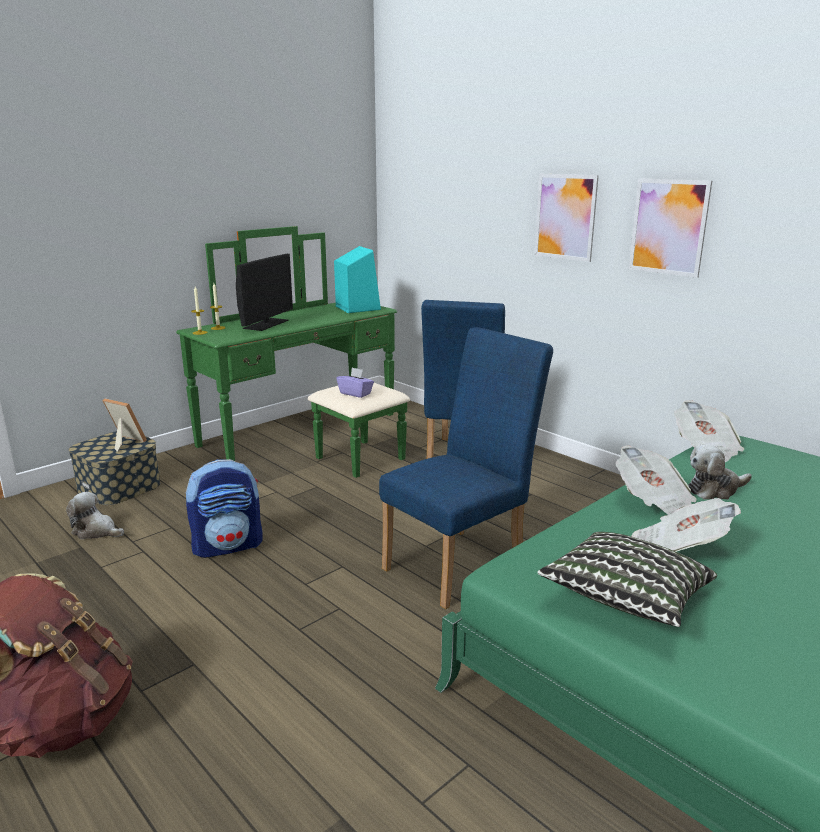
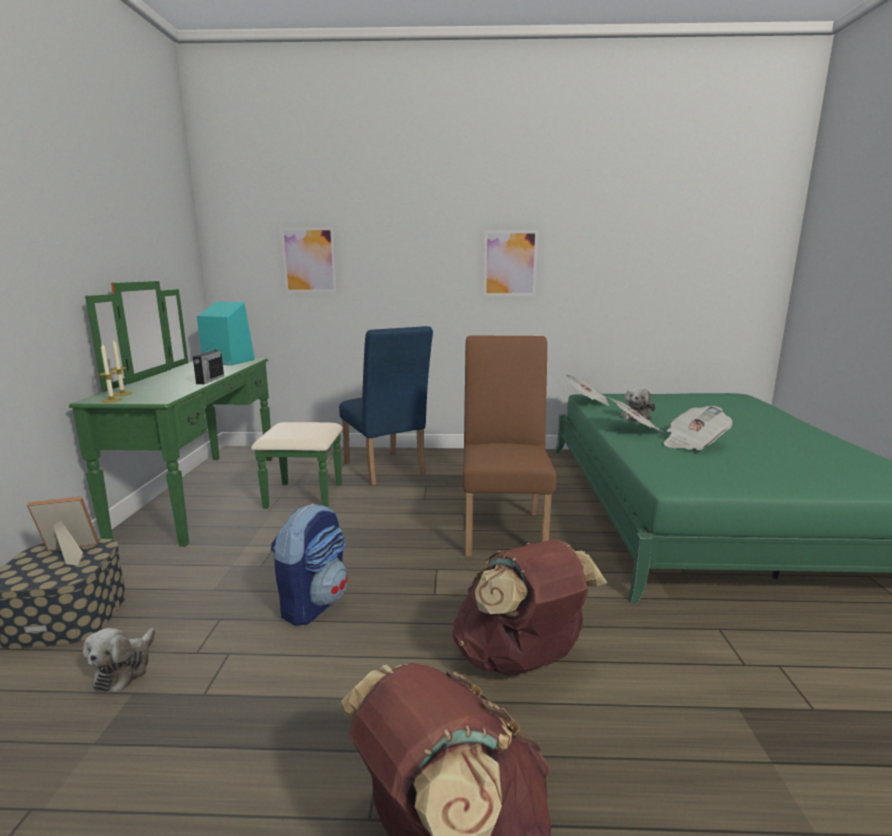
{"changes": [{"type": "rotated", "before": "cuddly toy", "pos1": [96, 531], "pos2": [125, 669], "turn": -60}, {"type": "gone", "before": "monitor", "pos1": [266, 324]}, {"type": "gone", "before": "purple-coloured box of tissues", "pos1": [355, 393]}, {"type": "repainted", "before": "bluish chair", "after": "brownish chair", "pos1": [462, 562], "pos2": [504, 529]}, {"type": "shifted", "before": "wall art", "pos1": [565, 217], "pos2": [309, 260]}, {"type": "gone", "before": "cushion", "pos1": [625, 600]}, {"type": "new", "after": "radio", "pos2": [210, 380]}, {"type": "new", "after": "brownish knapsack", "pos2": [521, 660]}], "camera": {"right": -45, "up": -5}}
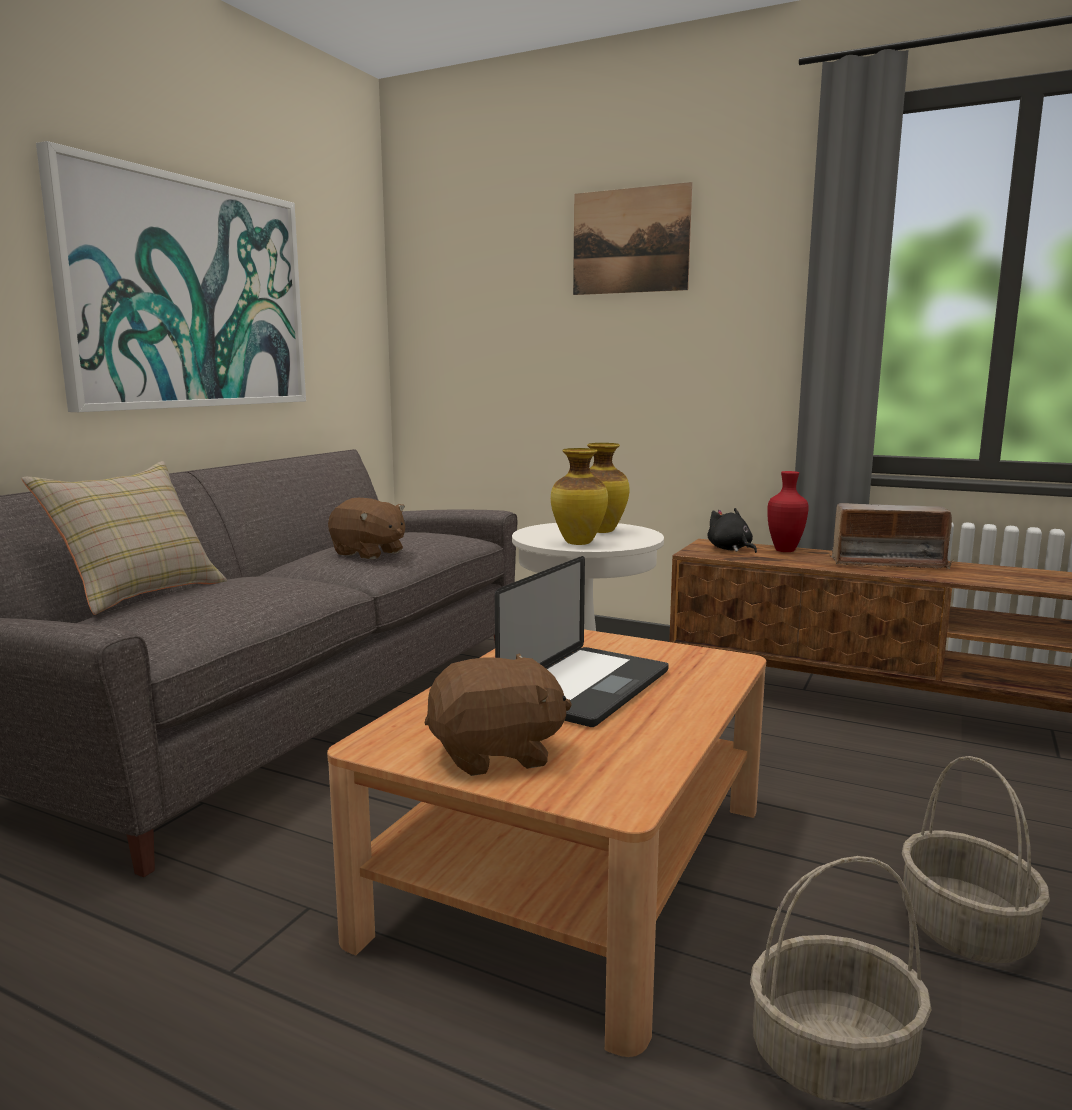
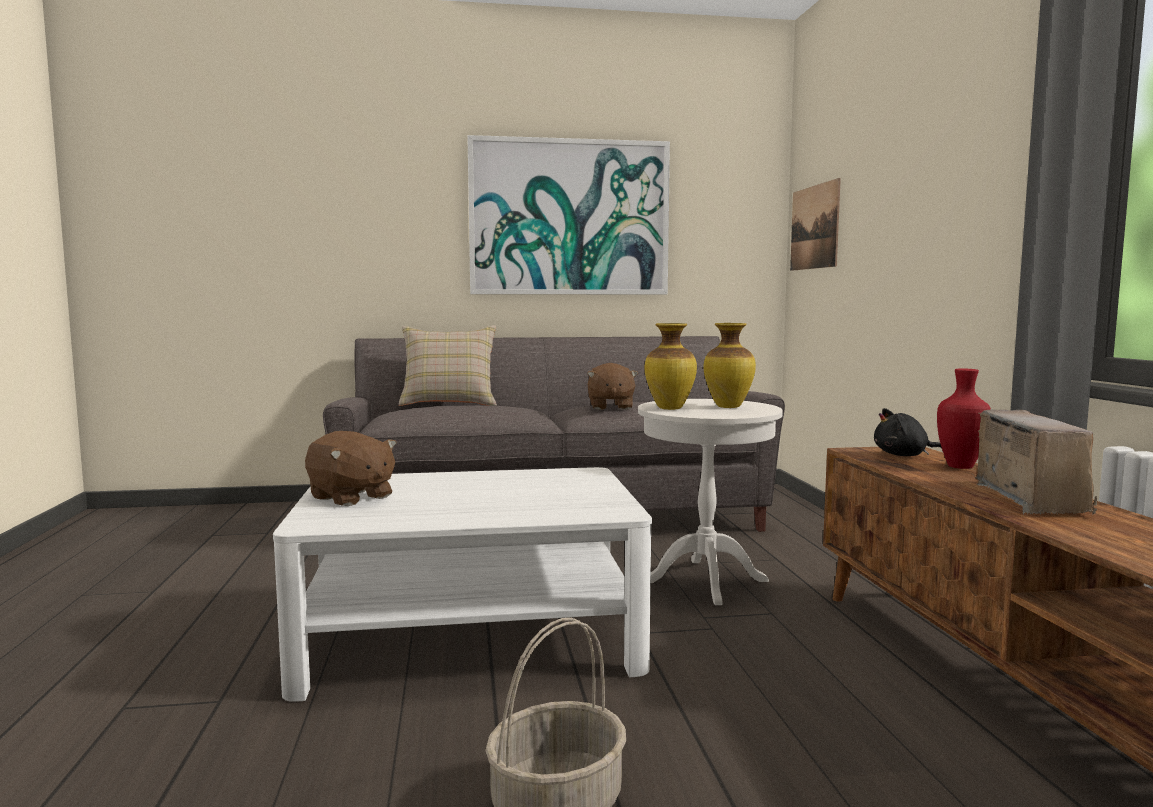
{"changes": [{"type": "repainted", "before": "brownish coffee table", "after": "whitish coffee table", "pos1": [573, 866], "pos2": [470, 634]}, {"type": "gone", "before": "laptop", "pos1": [586, 688]}, {"type": "shifted", "before": "wall art", "pos1": [630, 241], "pos2": [814, 227]}, {"type": "rotated", "before": "blackish cuddly toy", "pos1": [730, 549], "pos2": [904, 455], "turn": -120}, {"type": "gone", "before": "storage basket", "pos1": [831, 1059]}, {"type": "rotated", "before": "radio", "pos1": [887, 564], "pos2": [1026, 497], "turn": -150}], "camera": {"right": 55, "up": -5}}
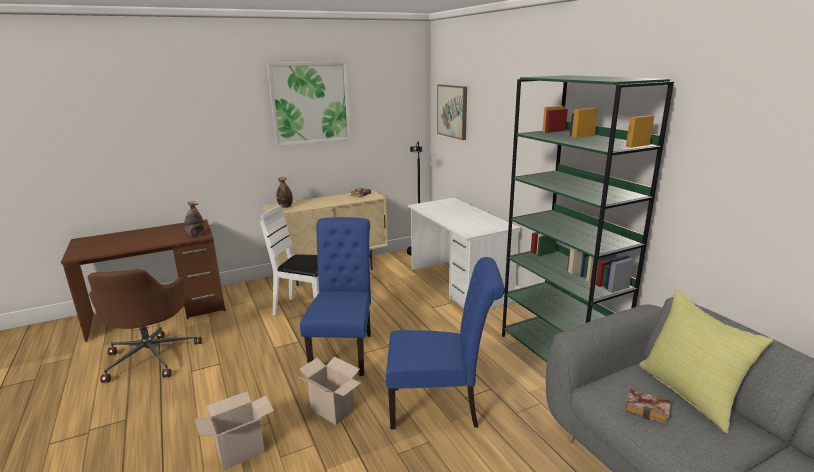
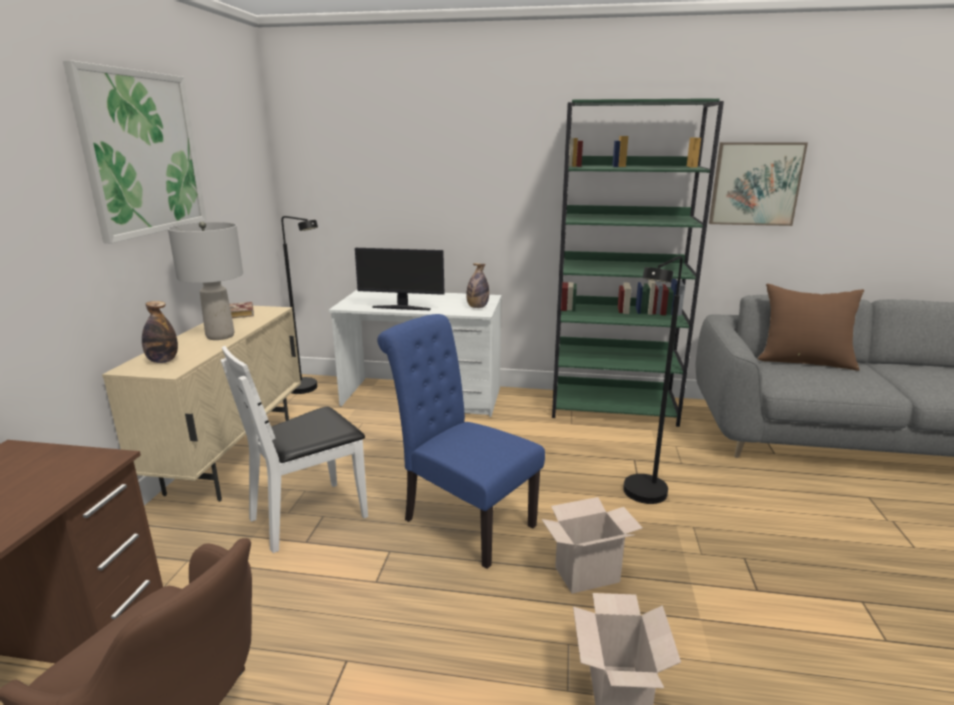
{"changes": [{"type": "shifted", "before": "bottle", "pos1": [195, 235], "pos2": [477, 307]}, {"type": "swapped", "before": "bluish chair", "after": "blackish standing lamp", "pos1": [440, 407], "pos2": [642, 498]}, {"type": "shifted", "before": "wall art", "pos1": [452, 111], "pos2": [755, 184]}, {"type": "gone", "before": "book", "pos1": [649, 409]}, {"type": "repainted", "before": "yellow cushion", "after": "brownish cushion", "pos1": [690, 393], "pos2": [804, 361]}, {"type": "new", "after": "greyish tabletop lamp", "pos2": [221, 336]}, {"type": "new", "after": "monitor", "pos2": [402, 308]}], "camera": {"right": -55, "up": 0}}
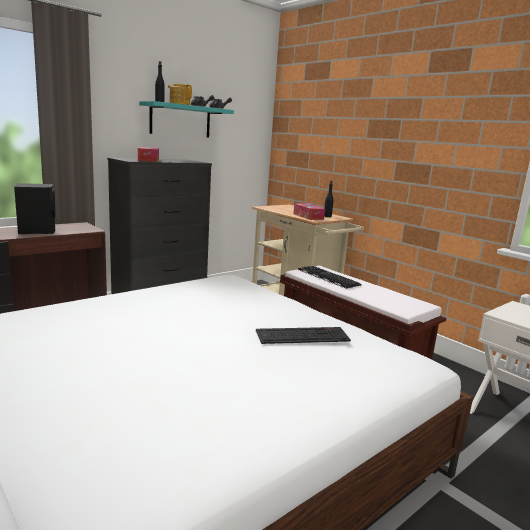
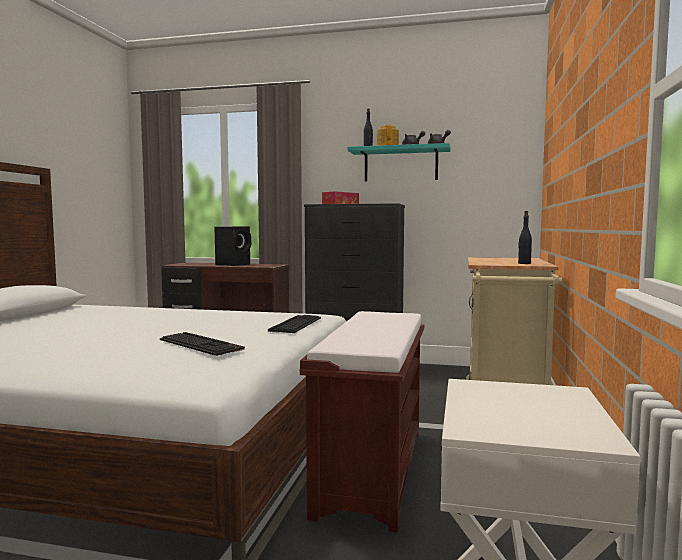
{"changes": [{"type": "gone", "before": "box of tissues", "pos1": [308, 216]}, {"type": "shifted", "before": "computer keyboard", "pos1": [327, 277], "pos2": [295, 324]}], "camera": {"right": 55, "up": -10}}
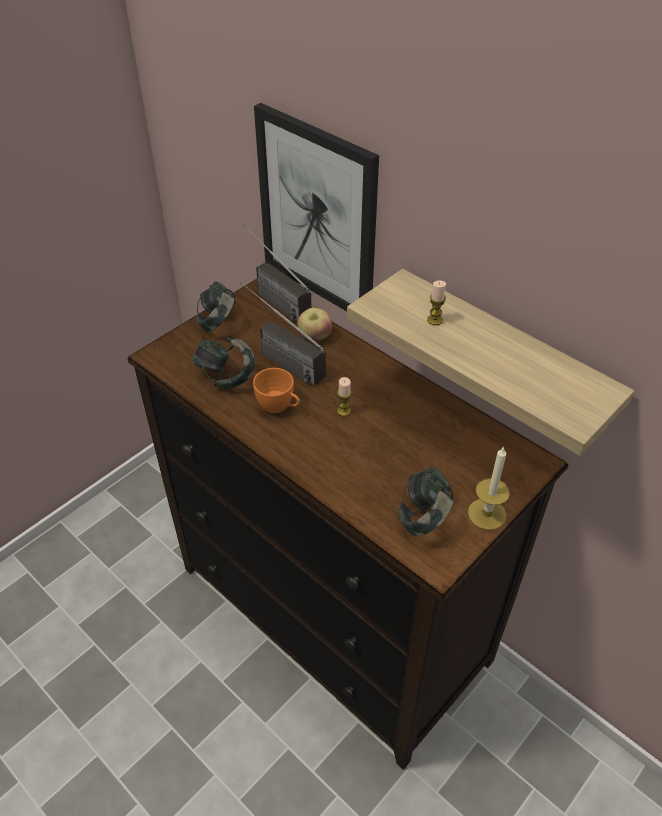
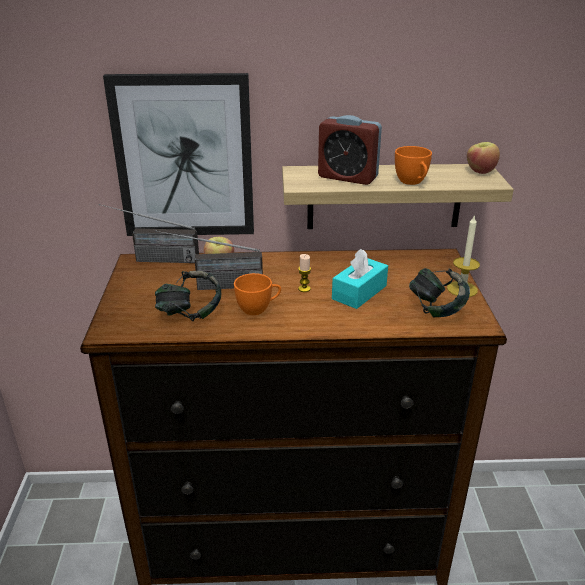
{"changes": [{"type": "gone", "before": "headphones", "pos1": [218, 322]}, {"type": "swapped", "before": "wax light", "after": "alarm clock", "pos1": [435, 320], "pos2": [347, 177]}, {"type": "new", "after": "turquoise box of tissues", "pos2": [359, 292]}, {"type": "new", "after": "orange small cup", "pos2": [412, 182]}, {"type": "new", "after": "apple", "pos2": [480, 171]}], "camera": {"right": -45, "up": -15}}
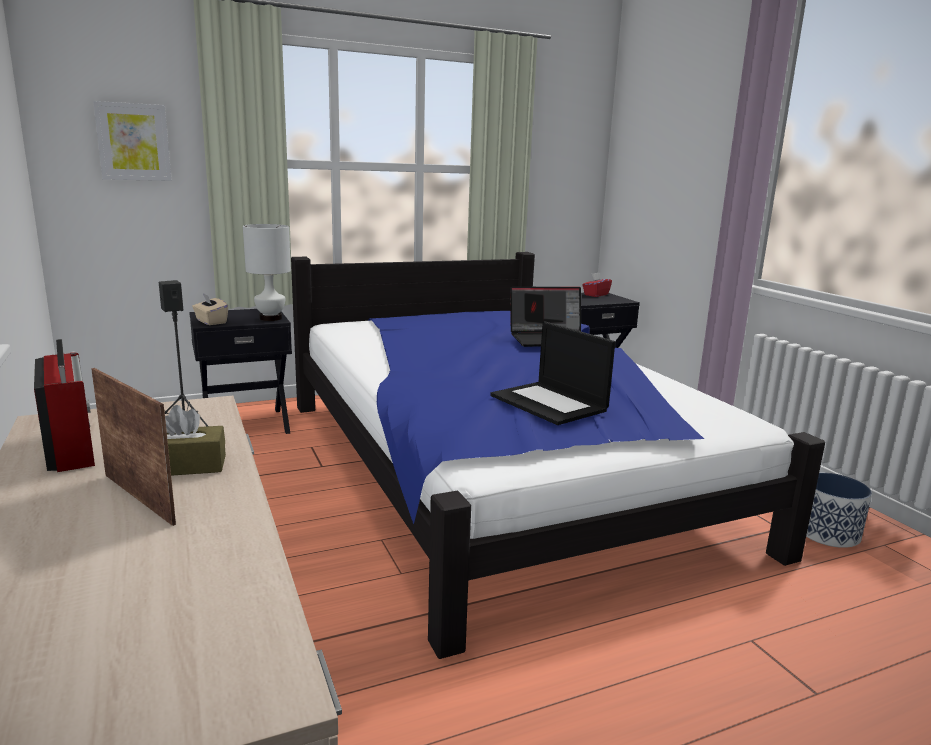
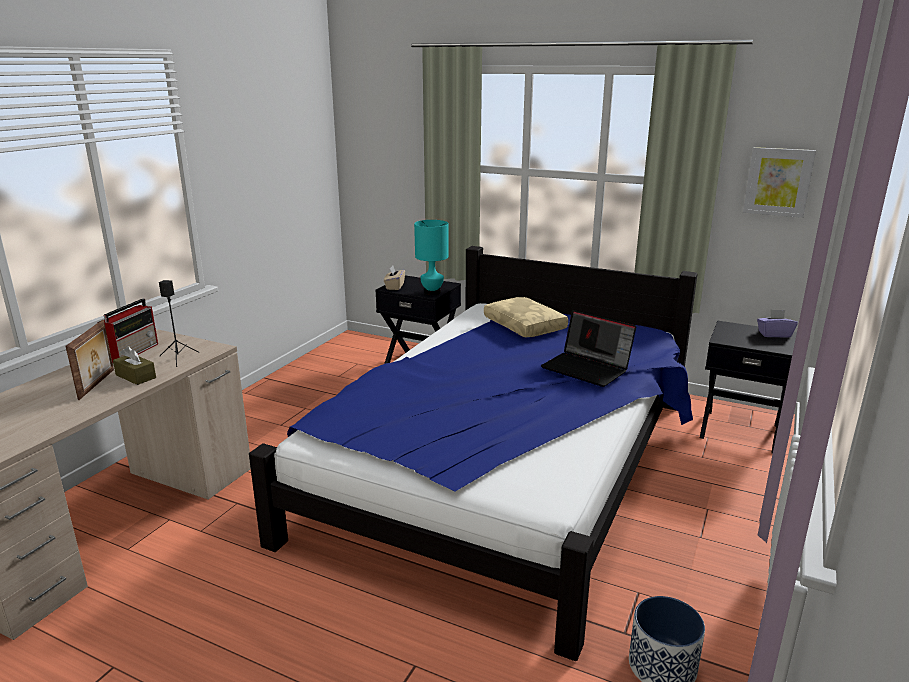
{"changes": [{"type": "shifted", "before": "wall art", "pos1": [133, 142], "pos2": [778, 182]}, {"type": "repainted", "before": "whitish tabletop lamp", "after": "turquoise tabletop lamp", "pos1": [270, 318], "pos2": [431, 292]}, {"type": "gone", "before": "laptop", "pos1": [550, 403]}, {"type": "repainted", "before": "reddish box of tissues", "after": "purple-coloured box of tissues", "pos1": [595, 295], "pos2": [774, 334]}, {"type": "new", "after": "beige-coloured cushion", "pos2": [526, 326]}], "camera": {"right": 50, "up": 5}}
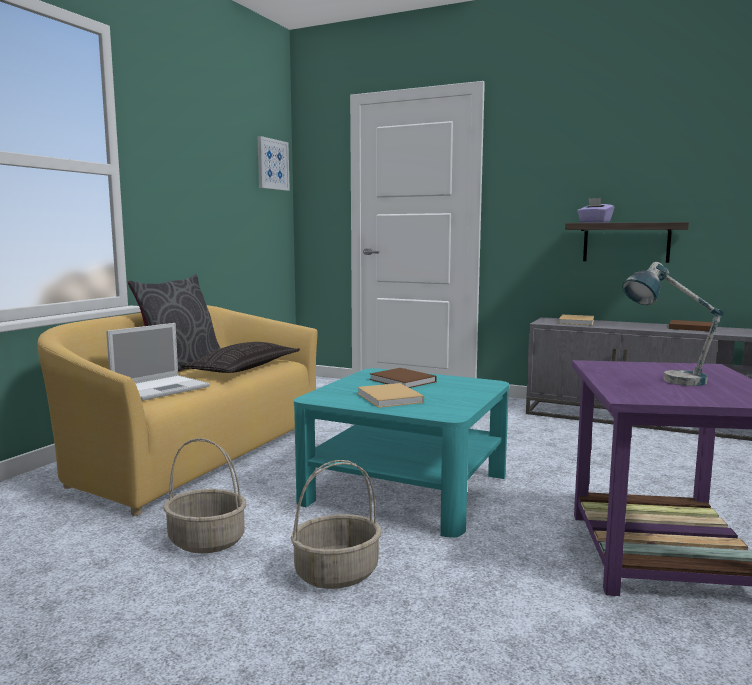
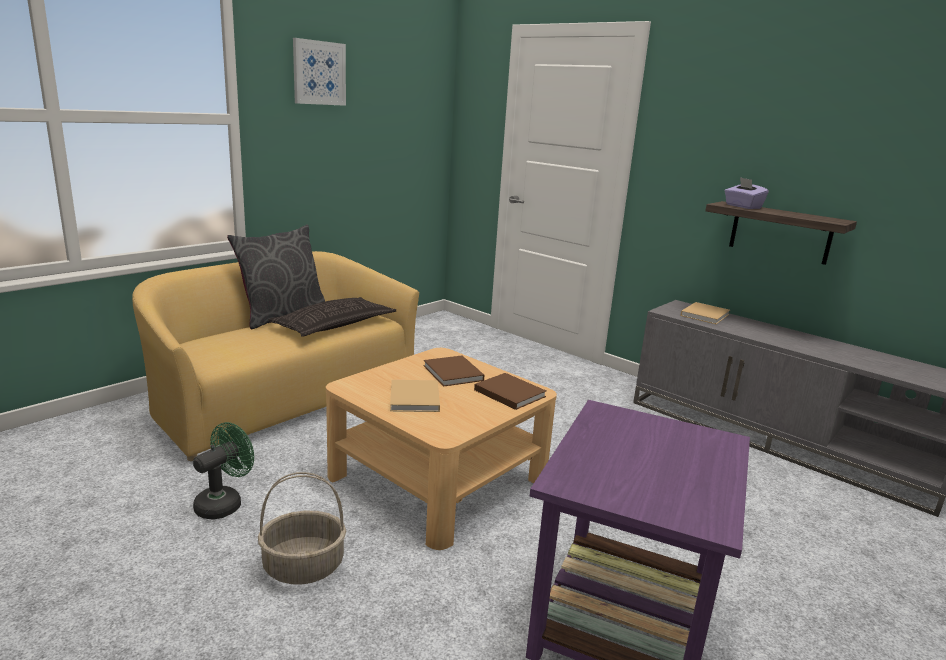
{"changes": [{"type": "gone", "before": "laptop", "pos1": [162, 388]}, {"type": "swapped", "before": "storage basket", "after": "green-coloured fan", "pos1": [206, 541], "pos2": [224, 503]}, {"type": "shifted", "before": "wall art", "pos1": [272, 164], "pos2": [319, 73]}, {"type": "repainted", "before": "turquoise coffee table", "after": "beige-coloured coffee table", "pos1": [405, 487], "pos2": [438, 477]}, {"type": "gone", "before": "tabletop lamp", "pos1": [666, 381]}, {"type": "shifted", "before": "brownish book", "pos1": [690, 328], "pos2": [508, 392]}], "camera": {"right": 15, "up": 10}}
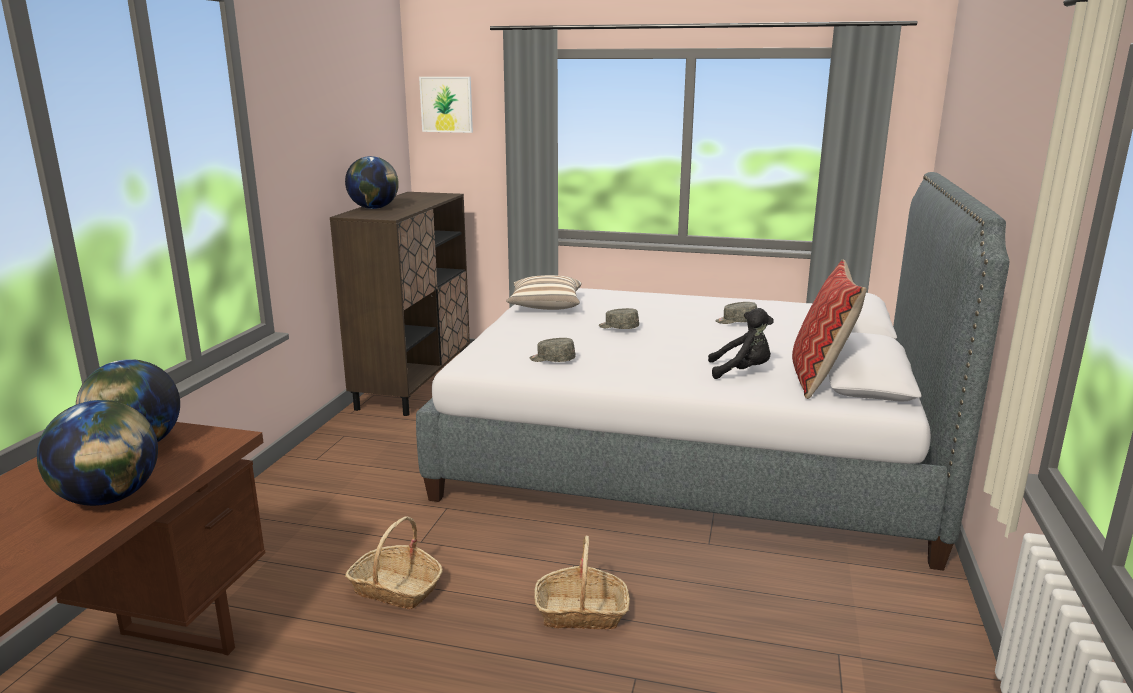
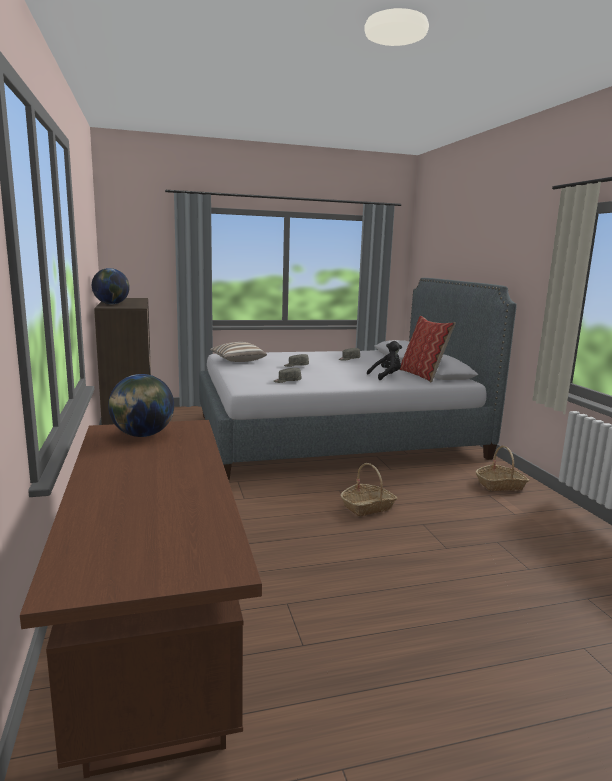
{"changes": [{"type": "gone", "before": "globe", "pos1": [109, 498]}, {"type": "shifted", "before": "storage basket", "pos1": [396, 589], "pos2": [500, 485]}, {"type": "gone", "before": "wall art", "pos1": [446, 104]}], "camera": {"right": -30, "up": -5}}
